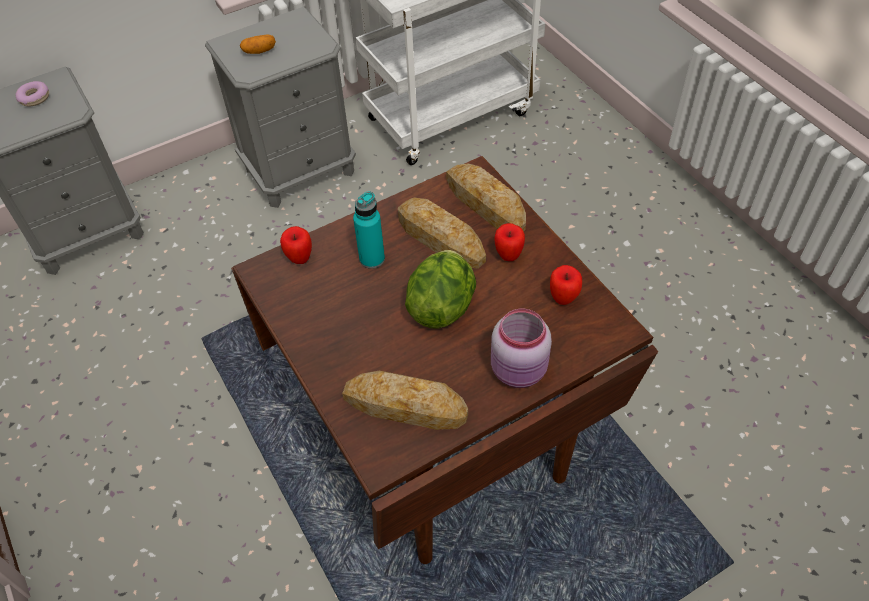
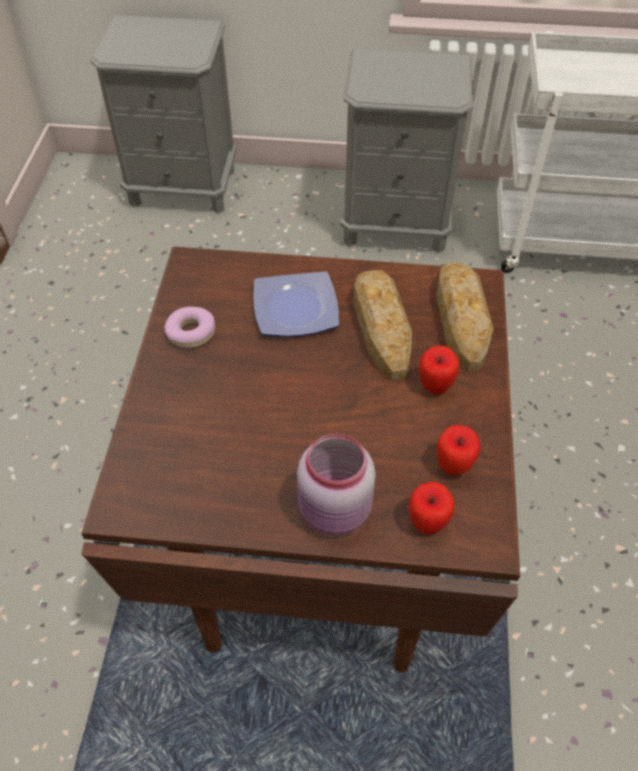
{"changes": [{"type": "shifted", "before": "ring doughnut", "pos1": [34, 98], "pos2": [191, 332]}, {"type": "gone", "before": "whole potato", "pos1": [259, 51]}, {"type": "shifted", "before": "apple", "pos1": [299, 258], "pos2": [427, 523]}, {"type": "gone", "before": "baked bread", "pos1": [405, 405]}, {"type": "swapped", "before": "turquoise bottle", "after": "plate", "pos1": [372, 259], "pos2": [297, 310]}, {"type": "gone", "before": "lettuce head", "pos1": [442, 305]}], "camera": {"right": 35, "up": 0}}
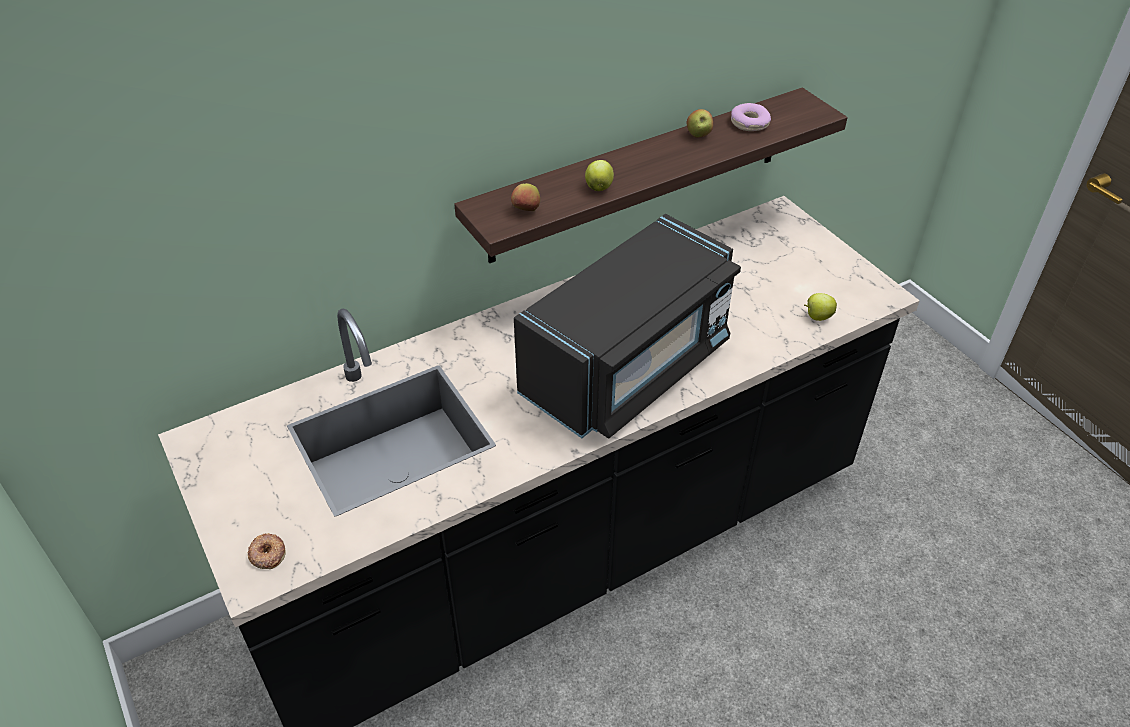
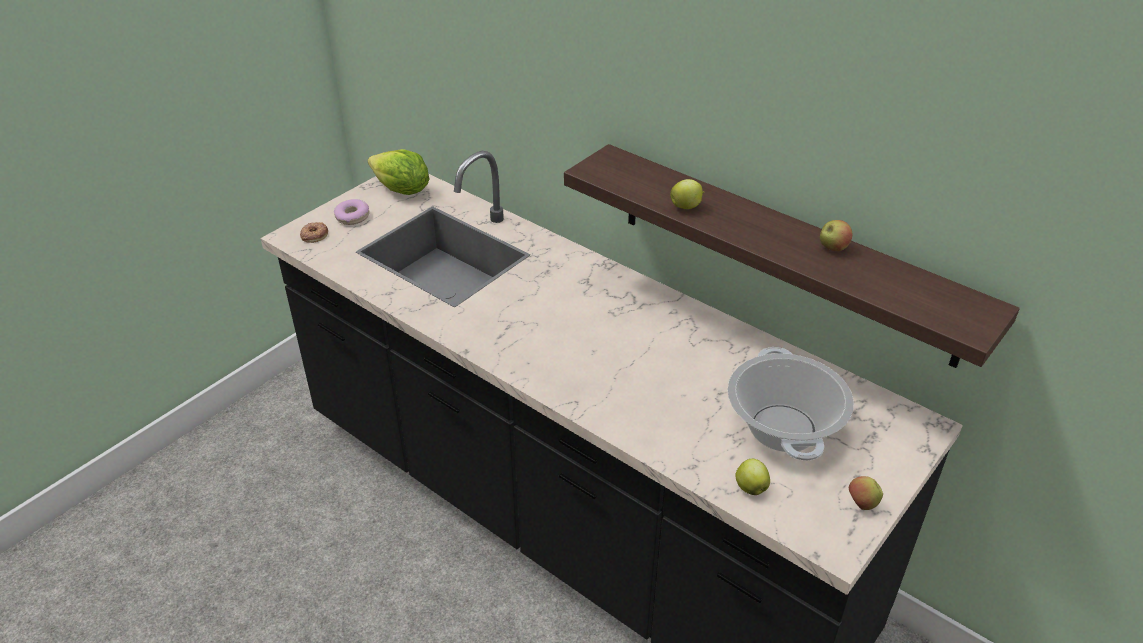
{"changes": [{"type": "shifted", "before": "apple", "pos1": [526, 210], "pos2": [861, 504]}, {"type": "gone", "before": "blackish microwave oven", "pos1": [628, 367]}, {"type": "shifted", "before": "ring doughnut", "pos1": [749, 123], "pos2": [352, 217]}, {"type": "new", "after": "lettuce head", "pos2": [402, 190]}, {"type": "new", "after": "cooking pot", "pos2": [784, 428]}], "camera": {"right": 70, "up": -5}}
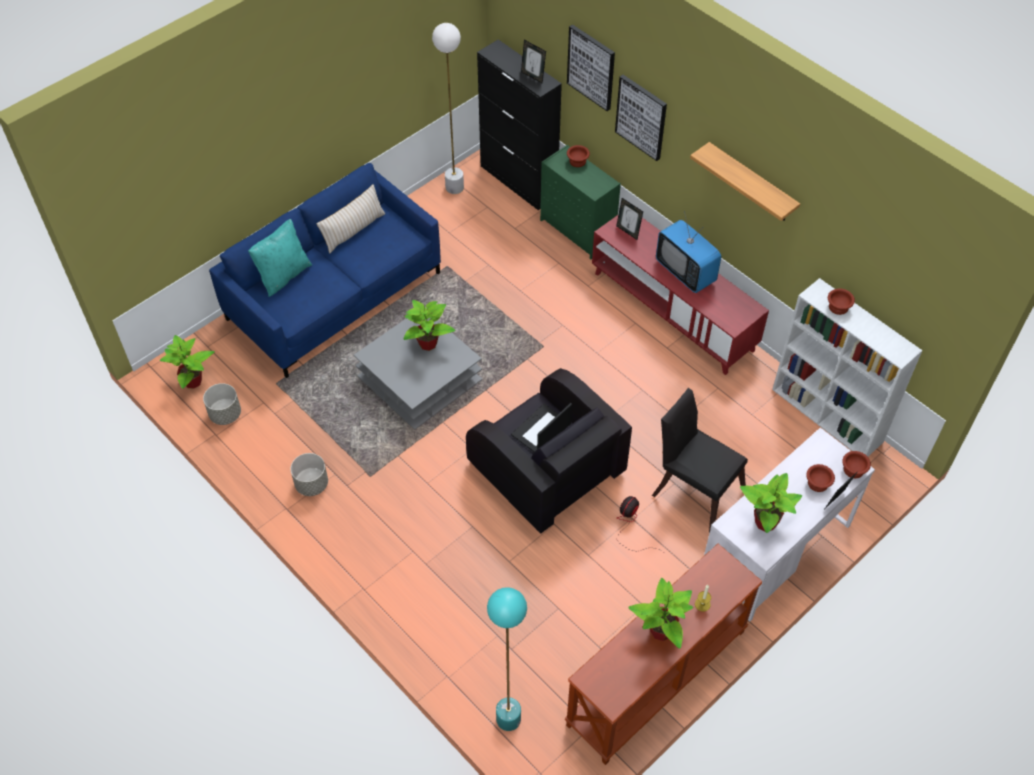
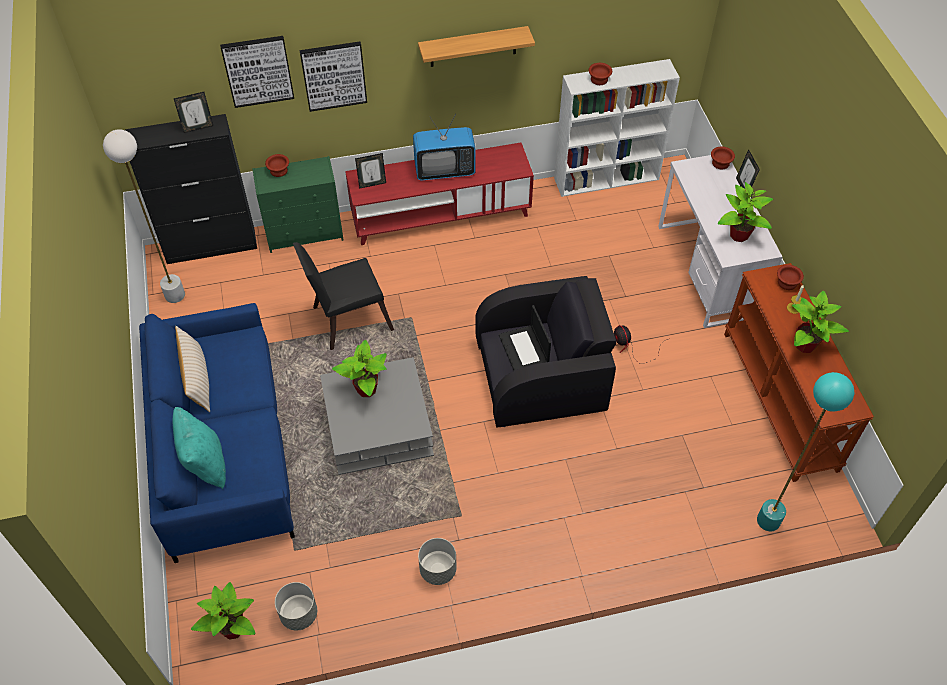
{"changes": [{"type": "shifted", "before": "blackish chair", "pos1": [694, 489], "pos2": [347, 319]}, {"type": "shifted", "before": "brownish serving bowl", "pos1": [818, 482], "pos2": [786, 282]}], "camera": {"right": -60, "up": 0}}
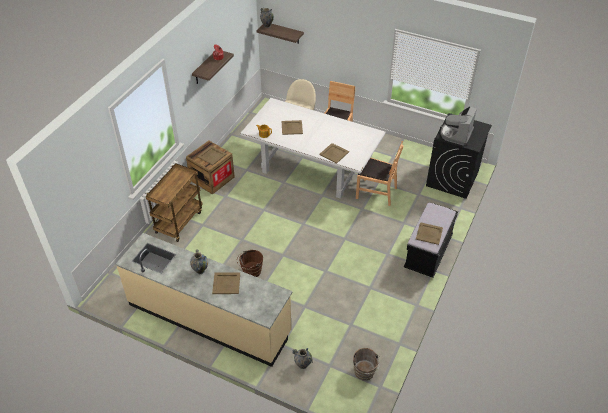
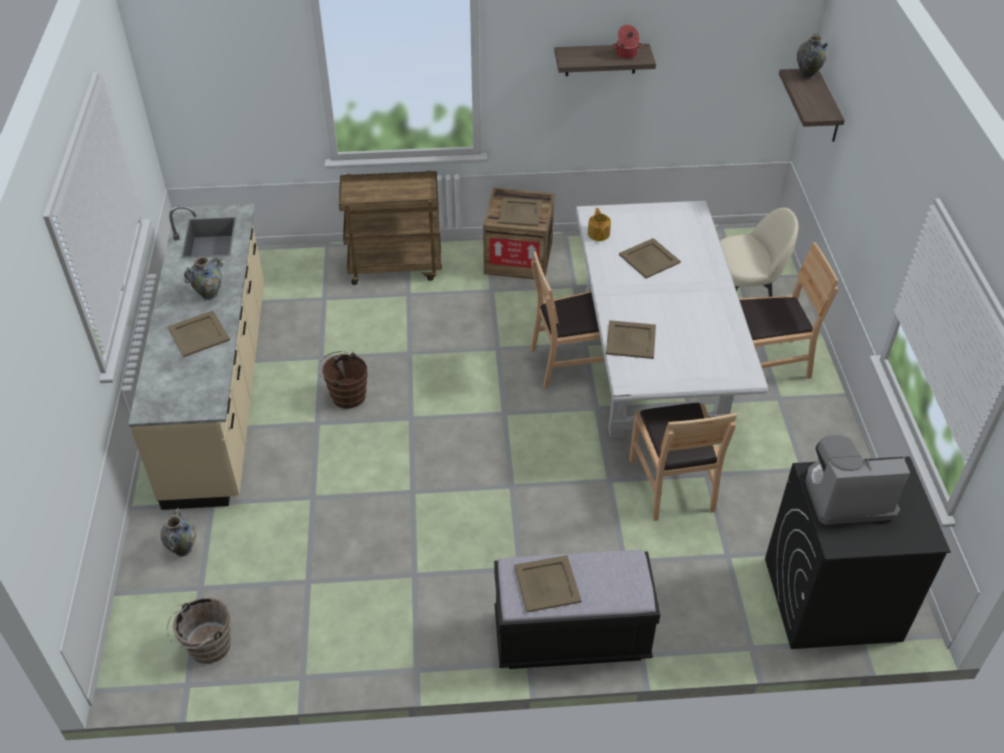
{"changes": [{"type": "new", "after": "brownish chair", "pos2": [572, 362]}], "camera": {"right": 60, "up": 0}}
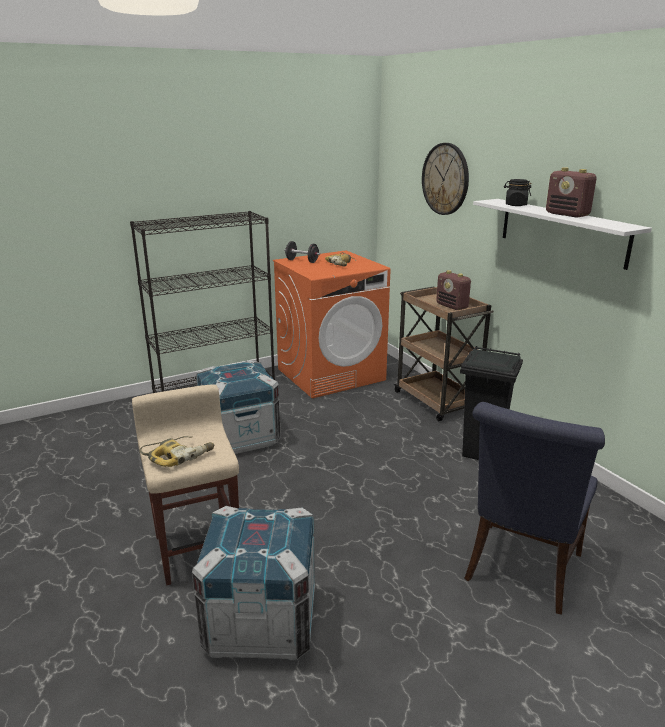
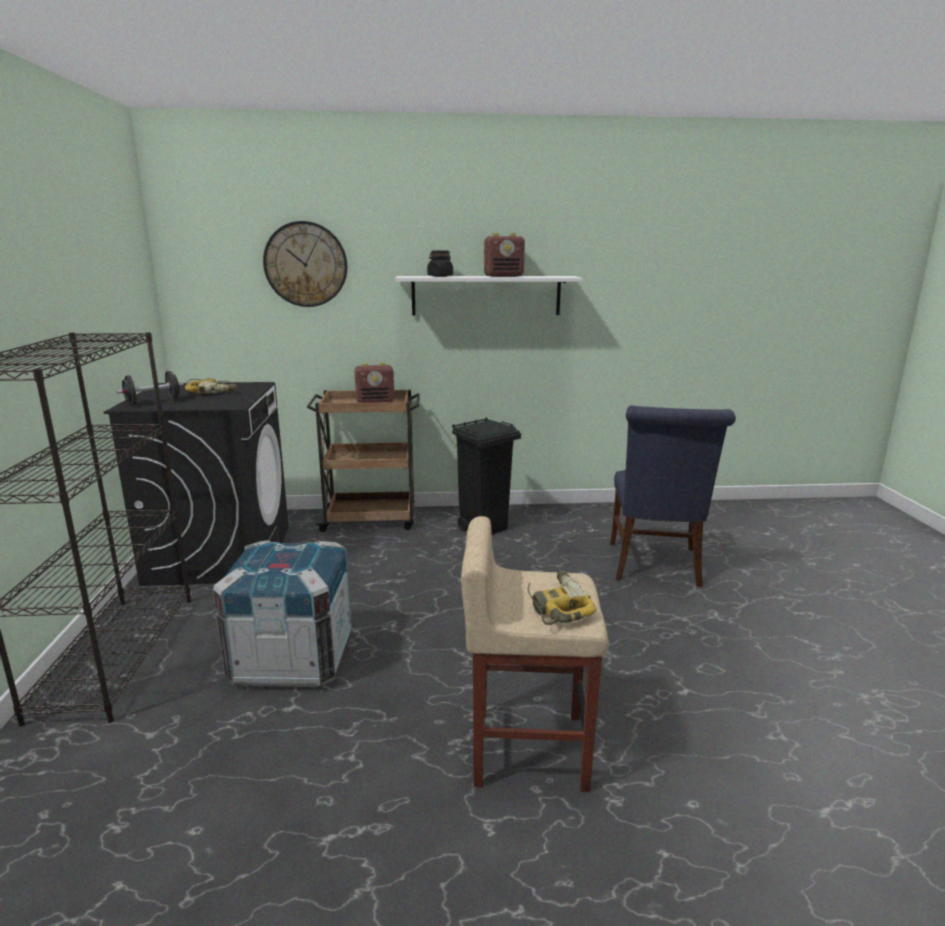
{"changes": [{"type": "gone", "before": "shipping crate", "pos1": [261, 621]}, {"type": "repainted", "before": "orange washing machine", "after": "blackish washing machine", "pos1": [331, 374], "pos2": [220, 554]}, {"type": "rotated", "before": "bluish chair", "pos1": [521, 571], "pos2": [655, 567], "turn": 45}], "camera": {"right": -65, "up": -5}}
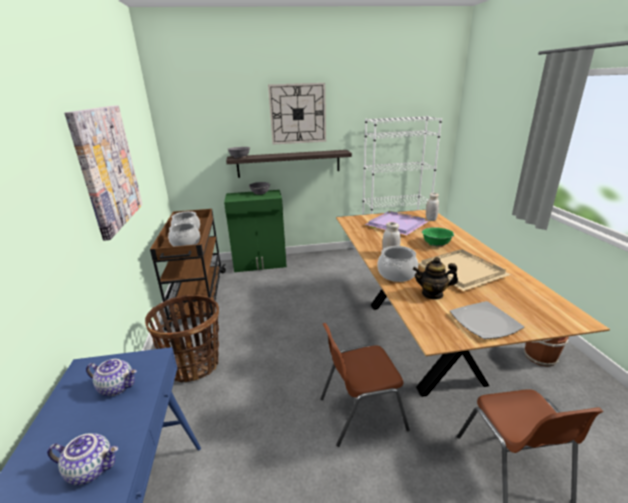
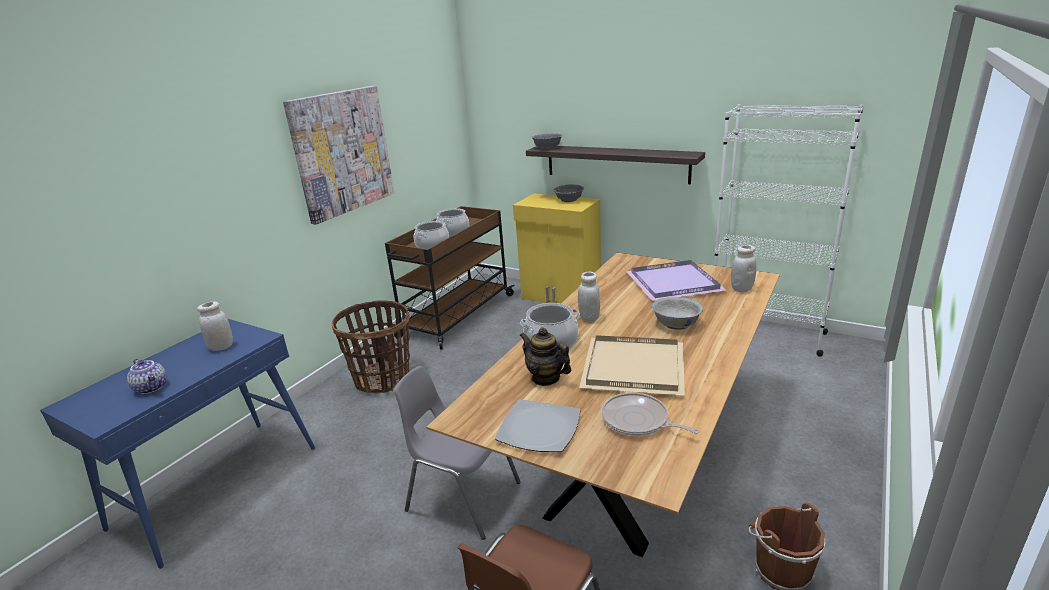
{"changes": [{"type": "swapped", "before": "teapot", "after": "whitish storage jar", "pos1": [118, 386], "pos2": [221, 347]}, {"type": "repainted", "before": "green-coloured storage cabinet", "after": "yellow storage cabinet", "pos1": [260, 263], "pos2": [561, 297]}, {"type": "gone", "before": "clock on the wall", "pos1": [298, 114]}, {"type": "repainted", "before": "brownish chair", "after": "greyish chair", "pos1": [360, 413], "pos2": [462, 496]}, {"type": "repainted", "before": "green-coloured serving bowl", "after": "whitish serving bowl", "pos1": [436, 243], "pos2": [676, 324]}, {"type": "new", "after": "pan", "pos2": [638, 421]}], "camera": {"right": 40, "up": 0}}
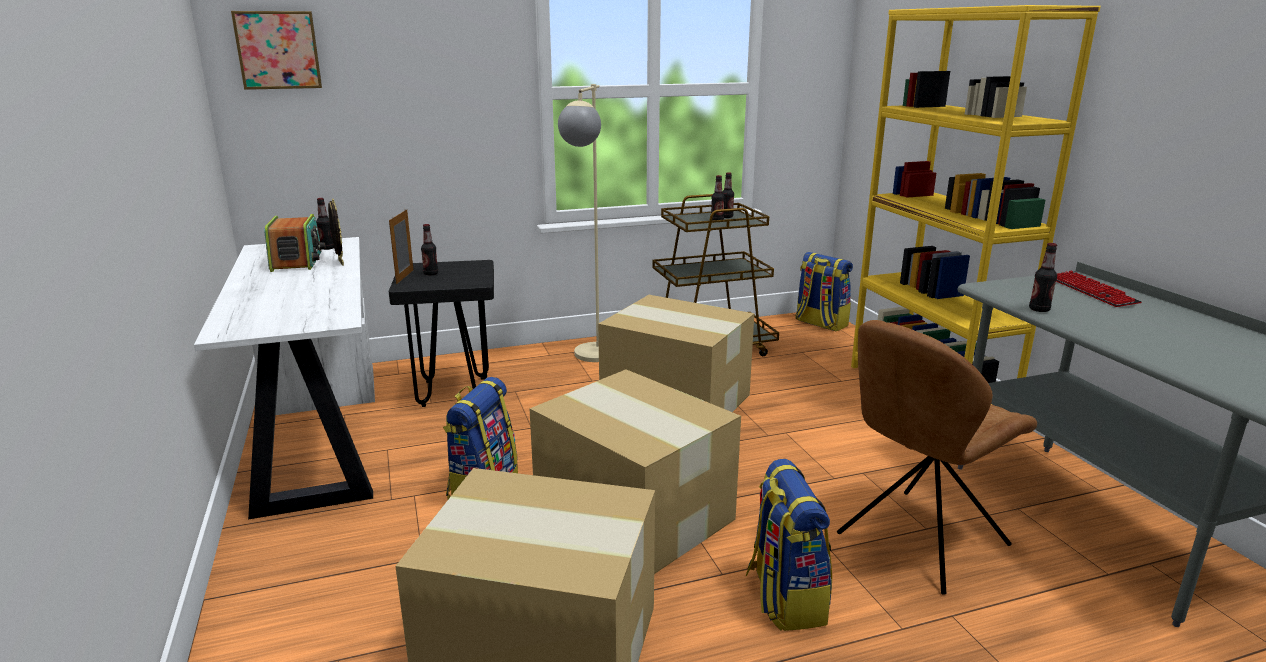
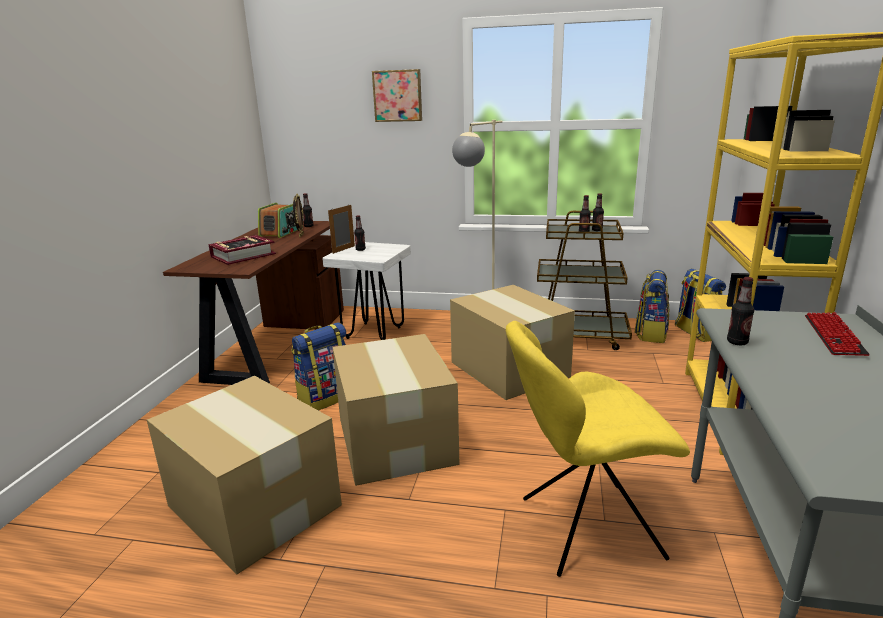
{"changes": [{"type": "repainted", "before": "whitish desk", "after": "brownish desk", "pos1": [317, 435], "pos2": [276, 343]}, {"type": "shifted", "before": "wall art", "pos1": [278, 50], "pos2": [398, 96]}, {"type": "repainted", "before": "blackish stool seat", "after": "whitish stool seat", "pos1": [454, 392], "pos2": [374, 333]}, {"type": "shifted", "before": "knapsack", "pos1": [784, 598], "pos2": [650, 334]}, {"type": "repainted", "before": "brownish chair", "after": "yellow chair", "pos1": [918, 542], "pos2": [584, 528]}, {"type": "new", "after": "book", "pos2": [243, 255]}], "camera": {"right": 30, "up": 0}}
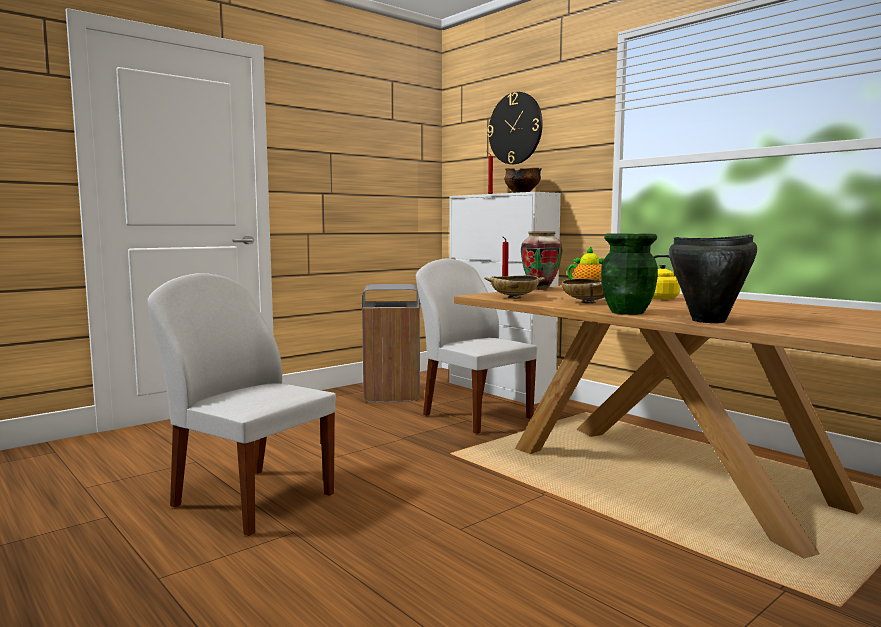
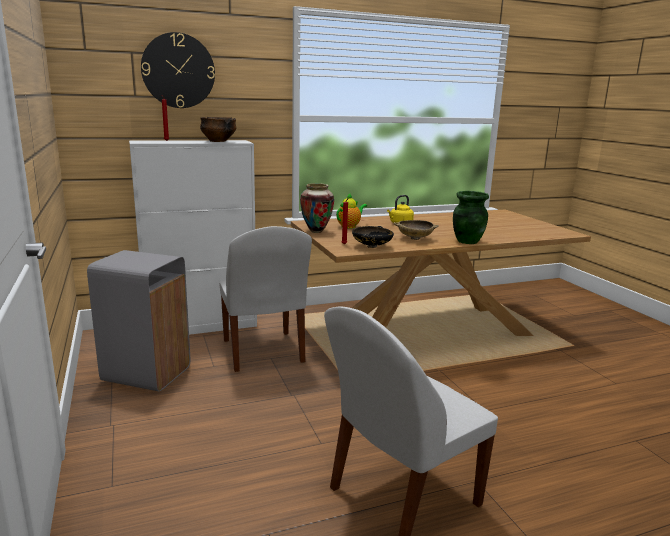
{"changes": [{"type": "rotated", "before": "whitish chair", "pos1": [475, 416], "pos2": [263, 352], "turn": -90}, {"type": "repainted", "before": "beige-coloured serving bowl", "after": "blackish serving bowl", "pos1": [514, 298], "pos2": [372, 246]}, {"type": "gone", "before": "blackish cooking pot", "pos1": [709, 321]}], "camera": {"right": -70, "up": 10}}
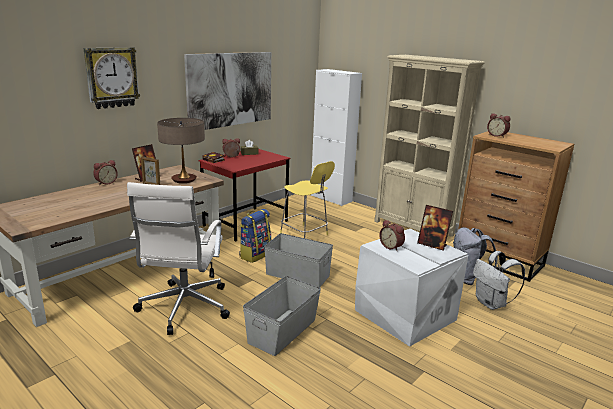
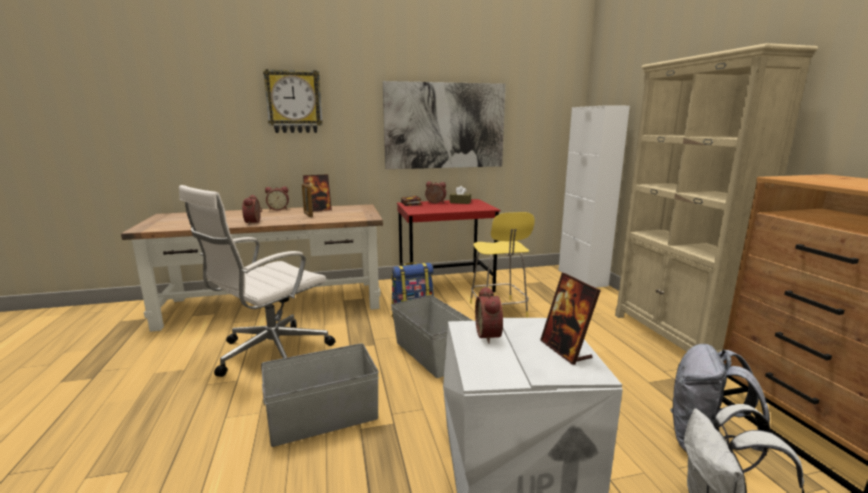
{"changes": [{"type": "gone", "before": "tabletop lamp", "pos1": [184, 180]}, {"type": "shifted", "before": "alarm clock", "pos1": [497, 135], "pos2": [254, 222]}], "camera": {"right": 35, "up": -5}}
